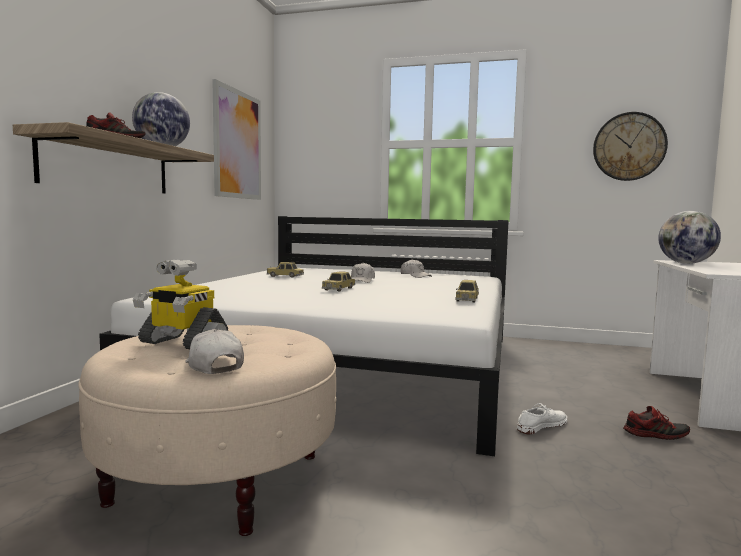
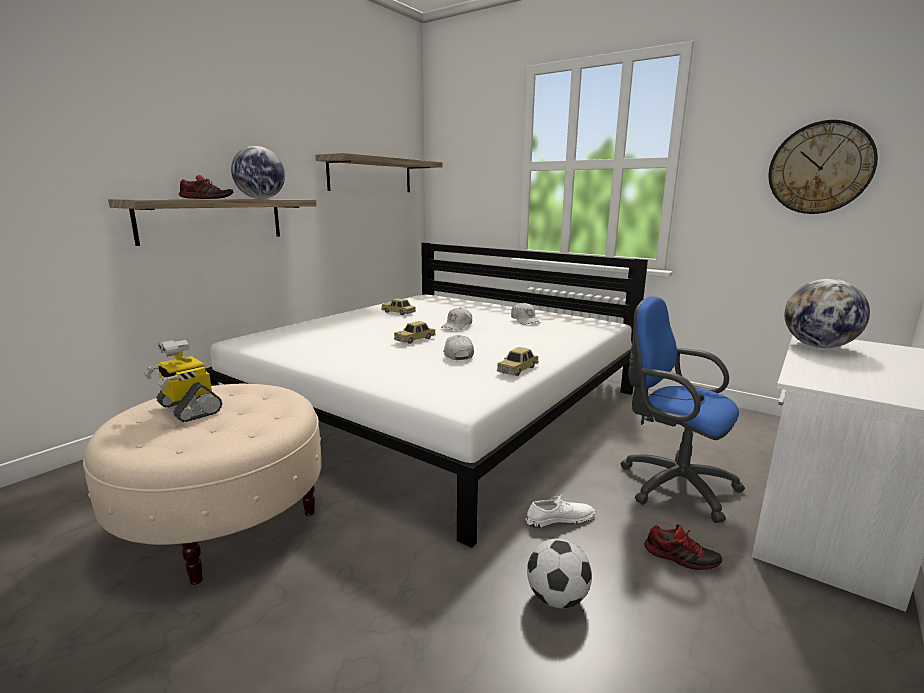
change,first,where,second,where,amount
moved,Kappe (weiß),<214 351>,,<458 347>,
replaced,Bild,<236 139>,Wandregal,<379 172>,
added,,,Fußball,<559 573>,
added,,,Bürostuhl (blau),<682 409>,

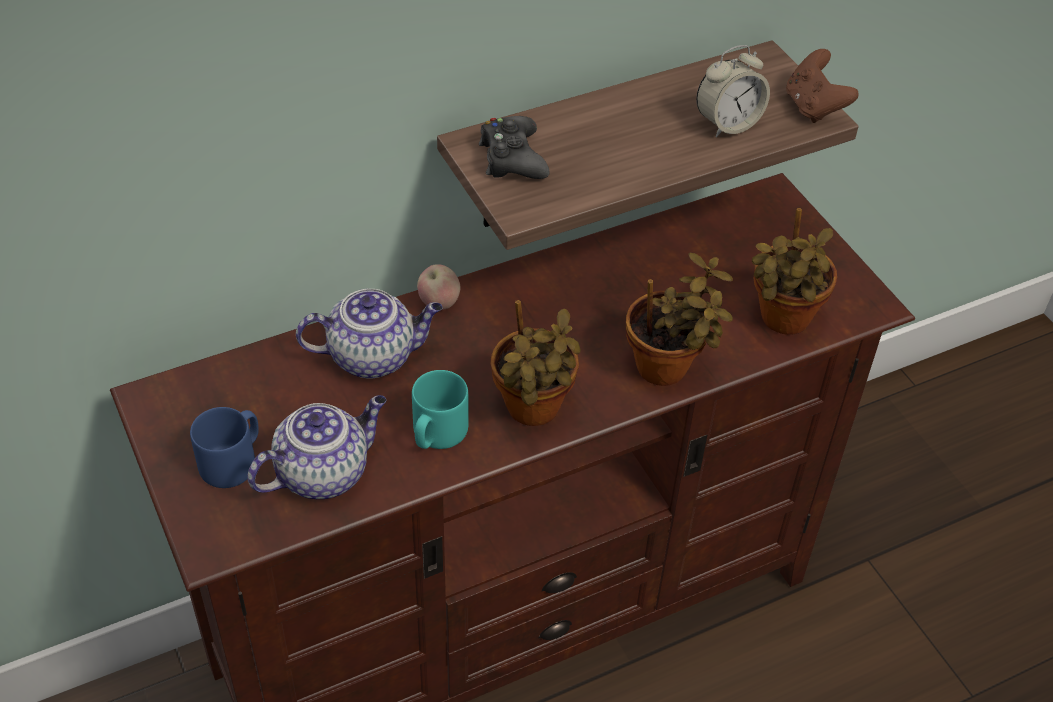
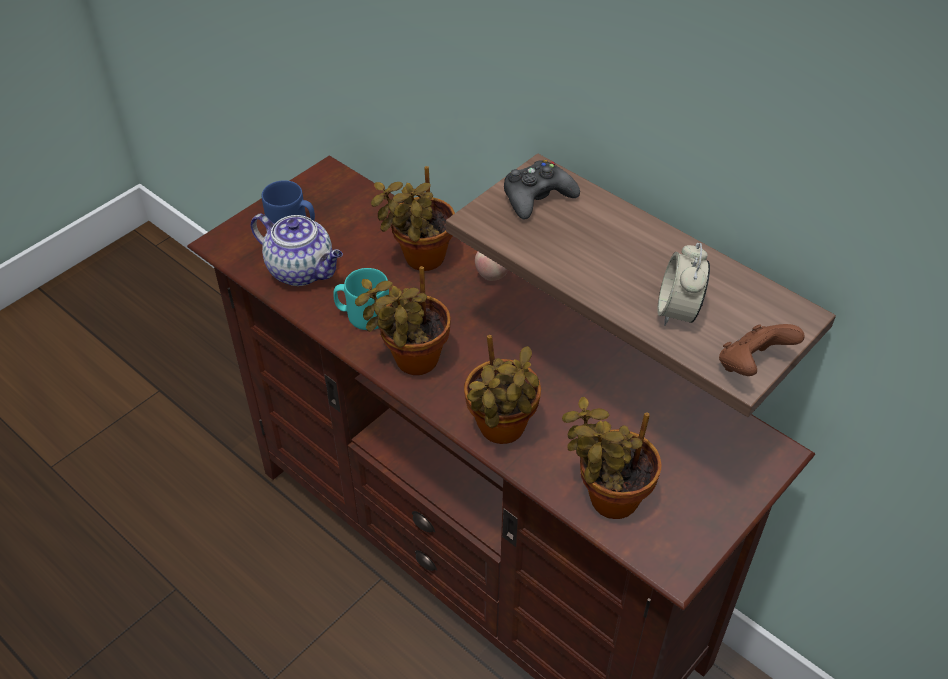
change,first,where,second,where,amount
replaced,Teekanne,<369 333>,Topfpflanze,<413 218>,
turned,Wecker,<733 91>,,<683 284>,60 degrees clockwise

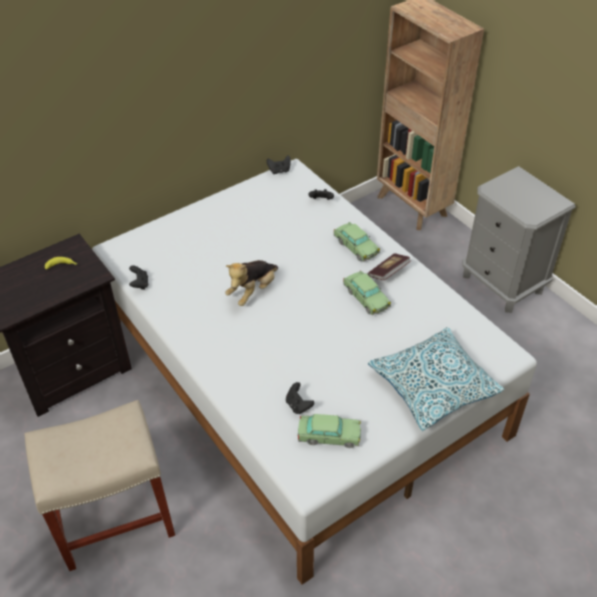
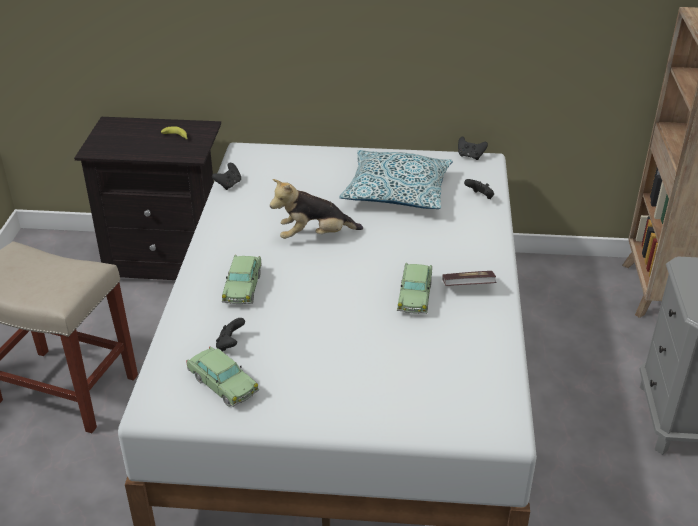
change,first,where,second,where,amount
moved,Spielzeugauto,<357 242>,,<242 279>,
moved,Kissen,<436 379>,,<396 179>,

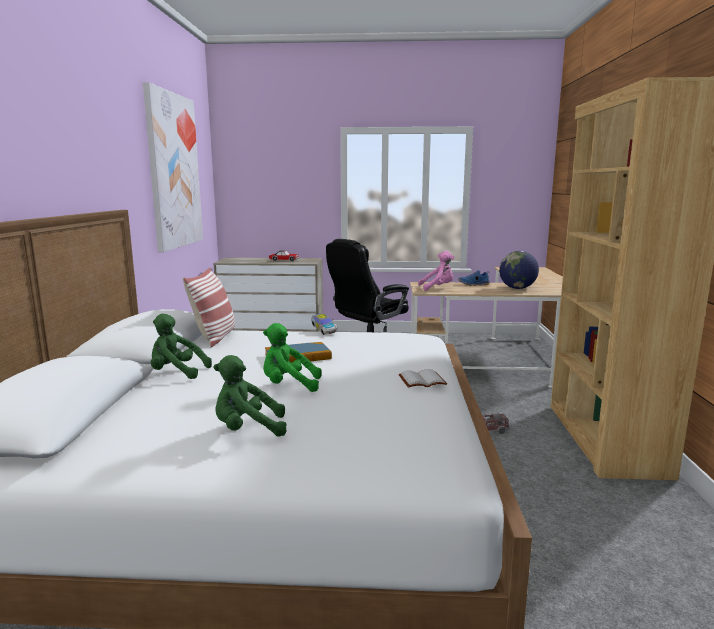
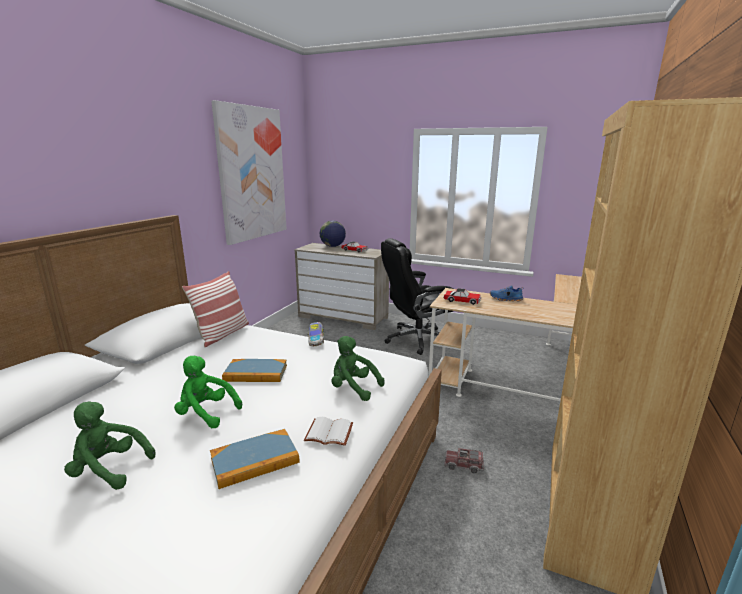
change,first,where,second,where,amount
moved,Plüschtier (grün),<181 346>,,<358 368>,
replaced,Plüschtier (rosa),<436 271>,Spielzeugauto,<462 296>,
moved,Globus,<519 270>,,<333 233>,
added,,,Buch,<254 459>,

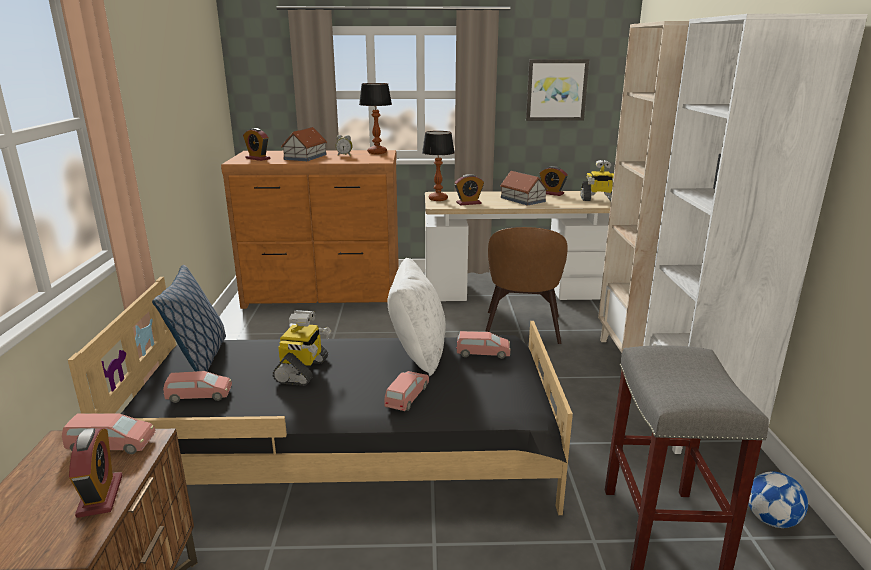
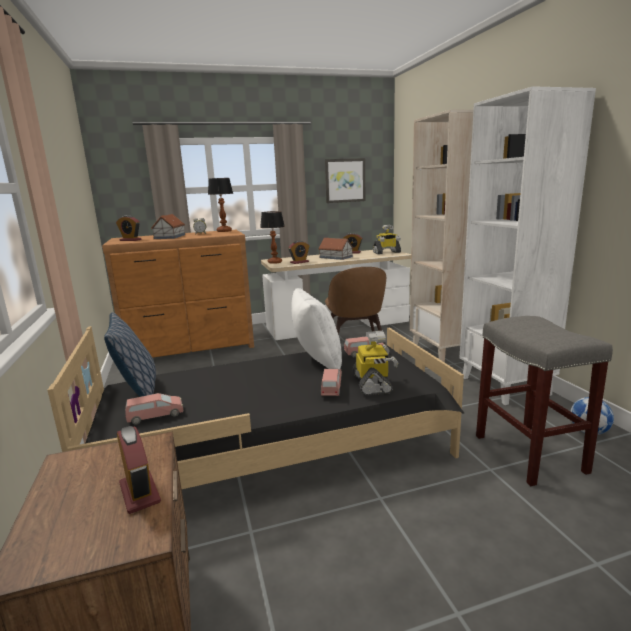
change,first,where,second,where,amount
removed,Spielzeugauto (rosa),<108 433>,,,
moved,Spielzeugroboter,<302 348>,,<375 363>,

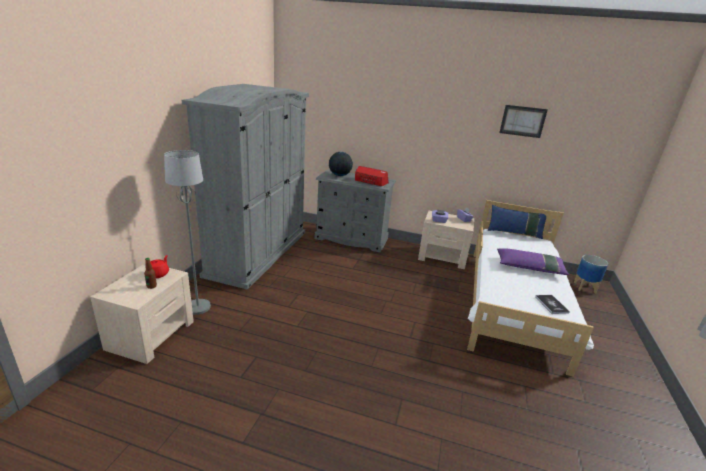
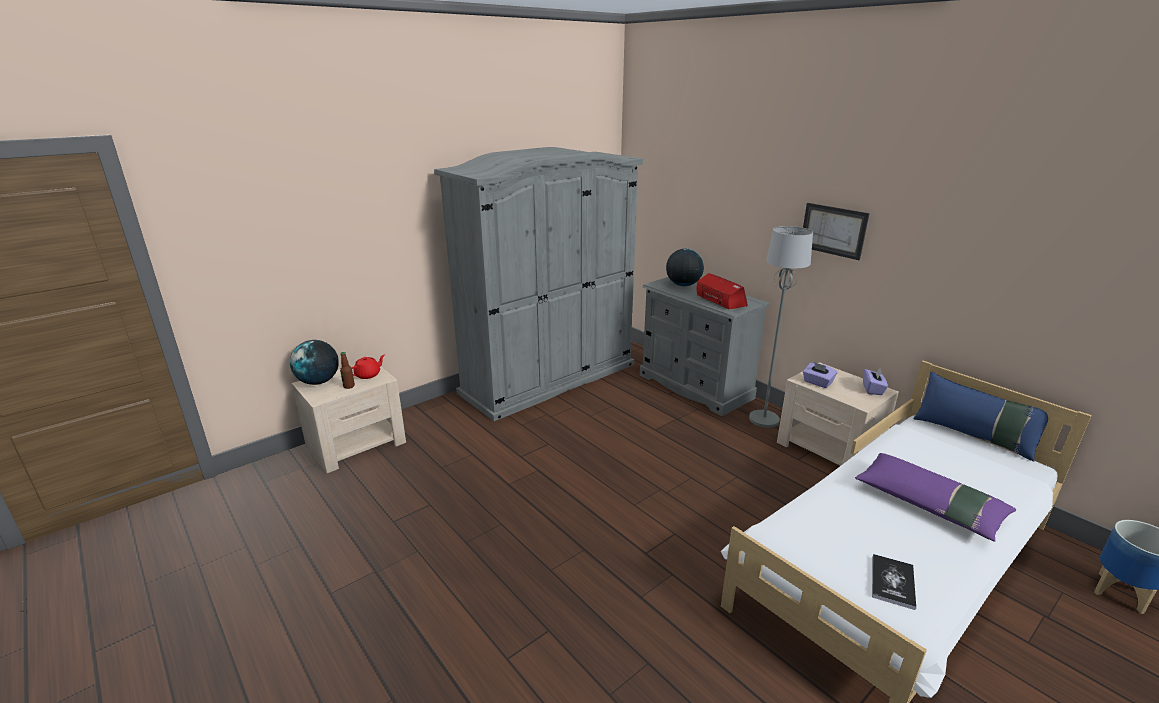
change,first,where,second,where,amount
moved,Stehlampe (grau),<187 232>,,<781 327>,
moved,Bild,<523 121>,,<836 231>,
added,,,Globus,<314 362>,

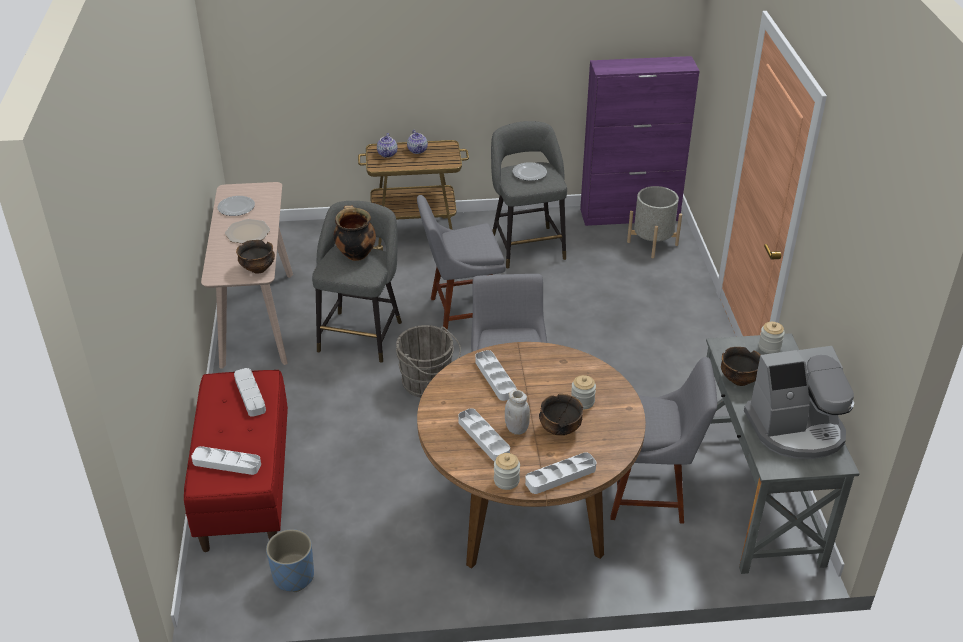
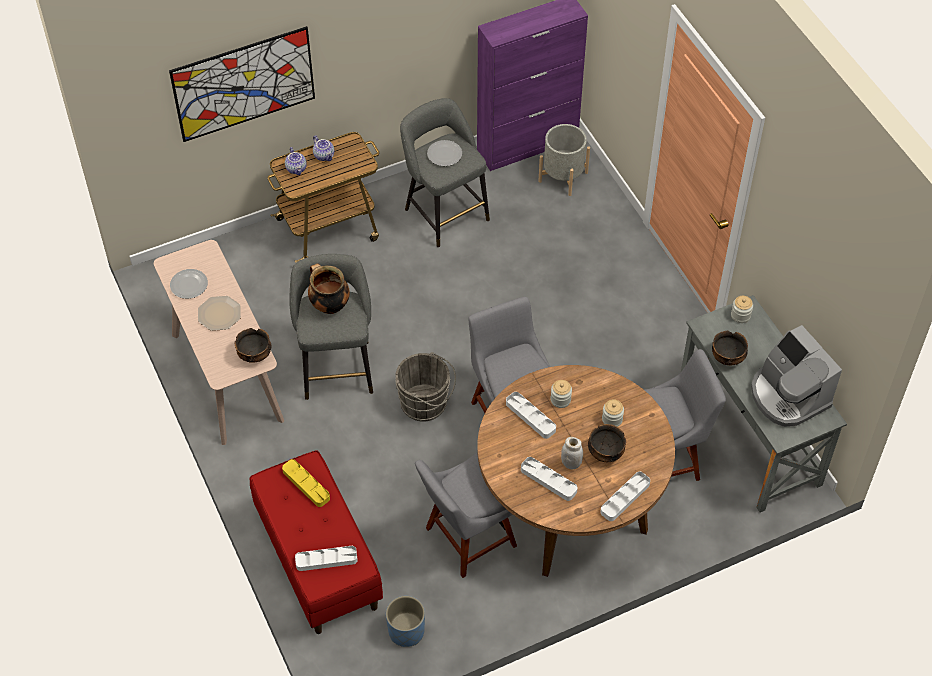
change,first,where,second,where,amount
recoloured,Tablett (grau),<250 392>,Tablett (gelb),<306 483>,
moved,Stuhl (grau),<461 263>,,<466 515>,
moved,Vorratsglas,<507 471>,,<561 394>,
turned,Kaffeemaschine,<799 402>,,<796 376>,90 degrees clockwise
added,,,Bild,<242 84>,

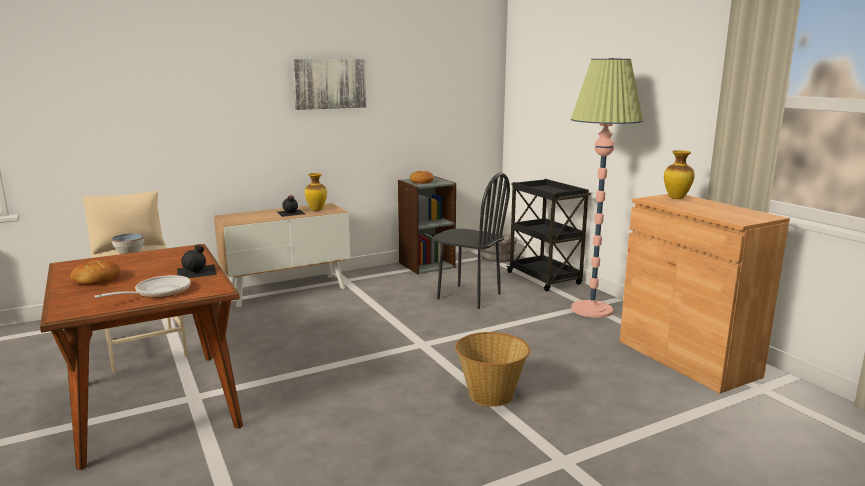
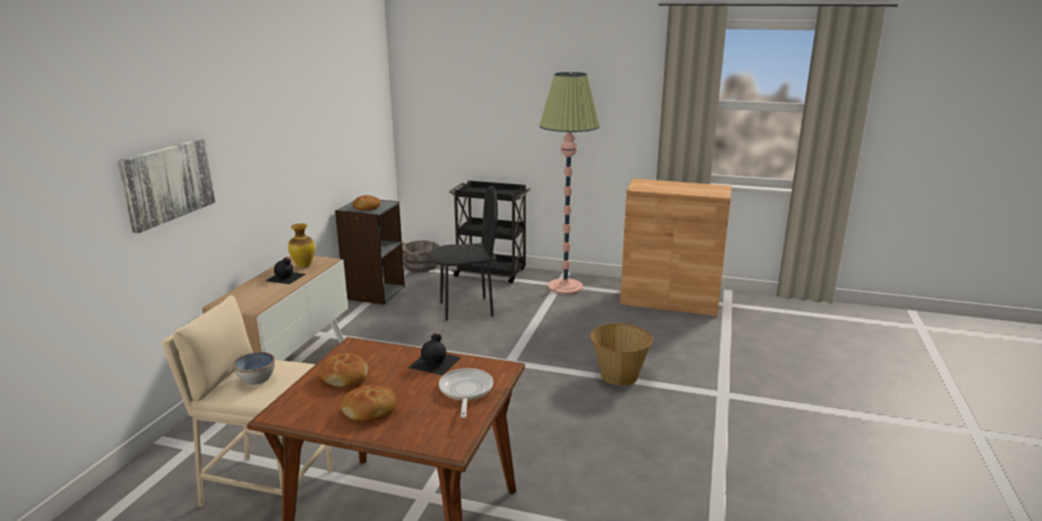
change,first,where,second,where,amount
moved,Bild,<329 84>,,<166 186>,
removed,Vase,<679 174>,,,
added,,,Brot,<343 370>,

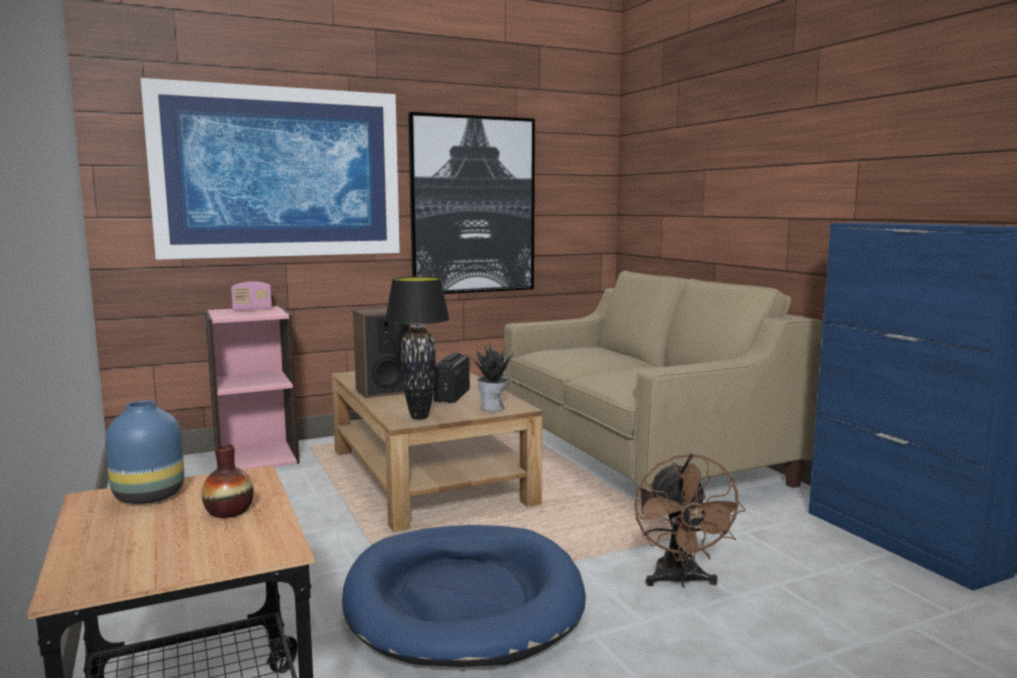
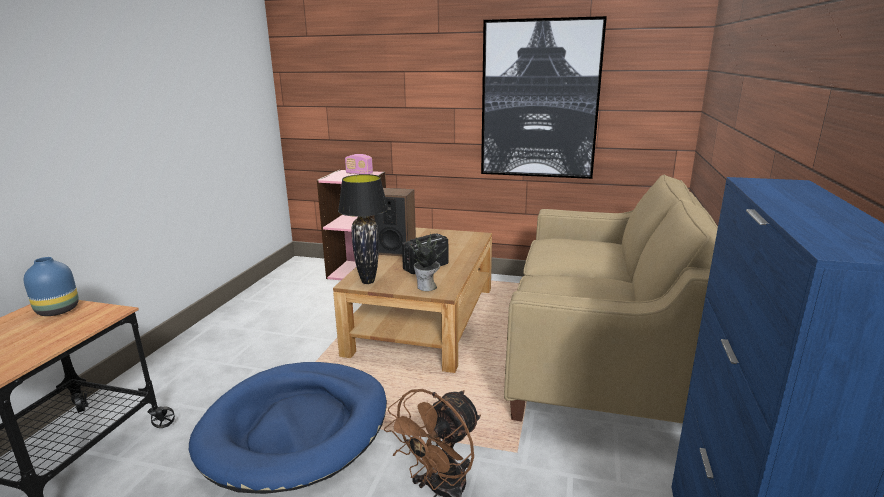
change,first,where,second,where,amount
removed,Bild,<270 169>,,,
removed,Vase,<227 481>,,,

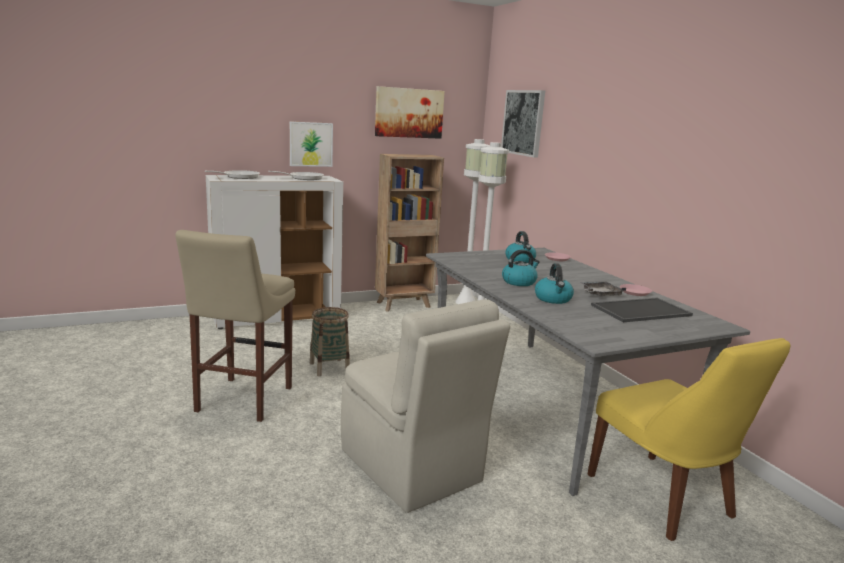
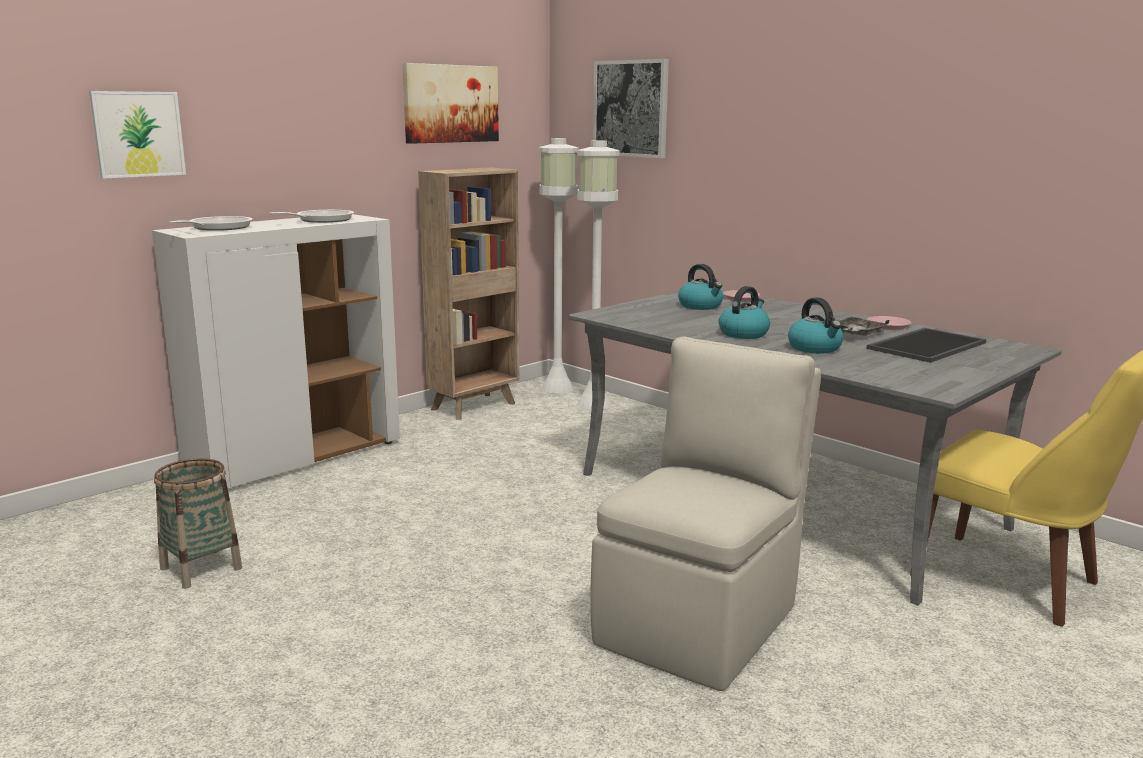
change,first,where,second,where,amount
removed,Hocker (beige),<235 326>,,,
moved,Bild,<311 144>,,<137 135>,
moved,Korb,<330 341>,,<198 523>,
turned,Stuhl (beige),<425 406>,,<705 514>,90 degrees counterclockwise

